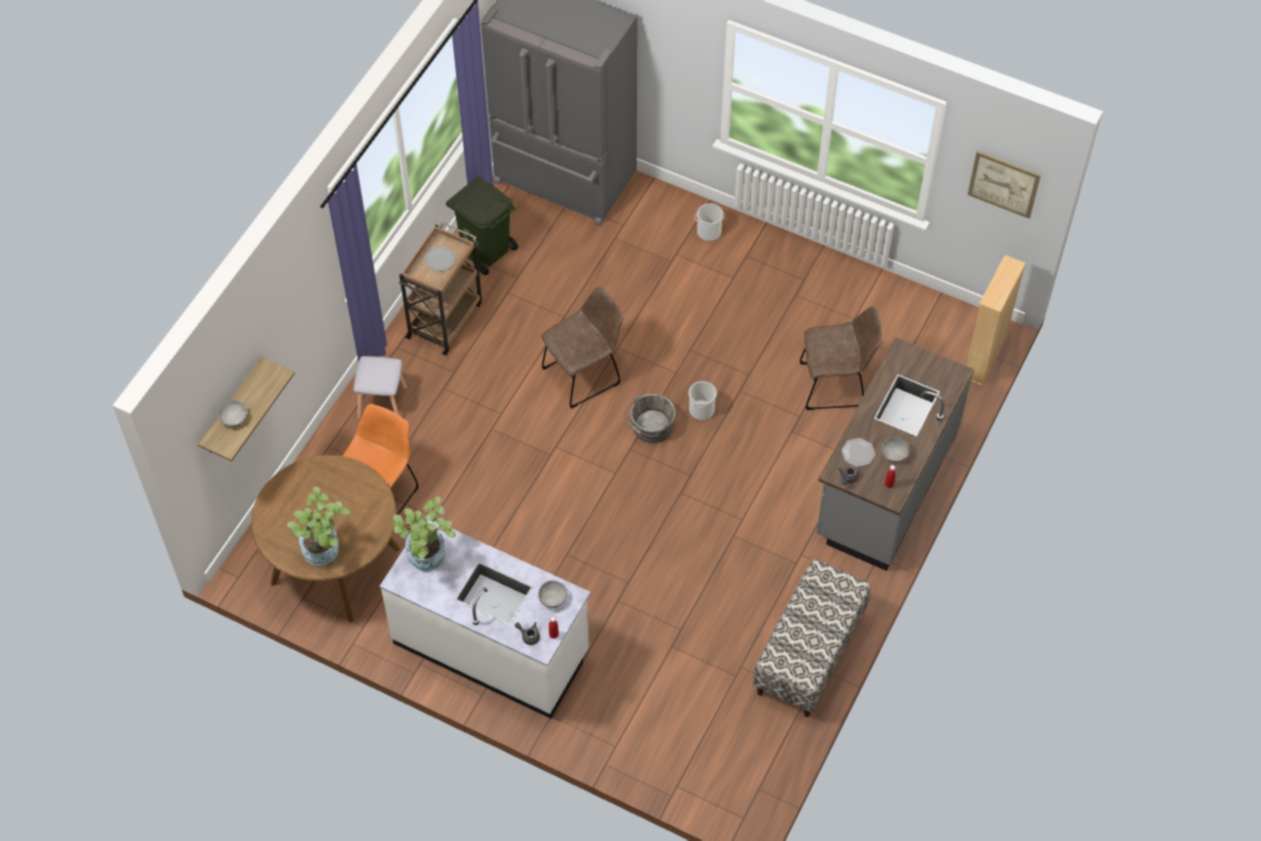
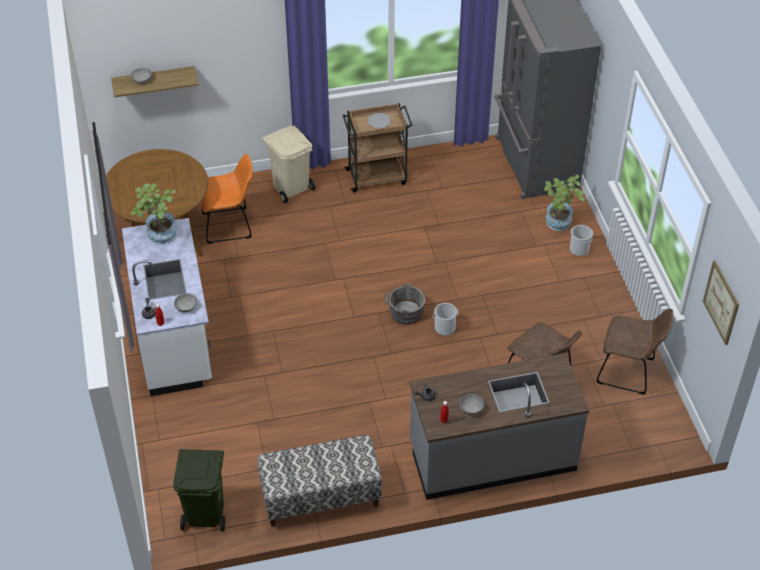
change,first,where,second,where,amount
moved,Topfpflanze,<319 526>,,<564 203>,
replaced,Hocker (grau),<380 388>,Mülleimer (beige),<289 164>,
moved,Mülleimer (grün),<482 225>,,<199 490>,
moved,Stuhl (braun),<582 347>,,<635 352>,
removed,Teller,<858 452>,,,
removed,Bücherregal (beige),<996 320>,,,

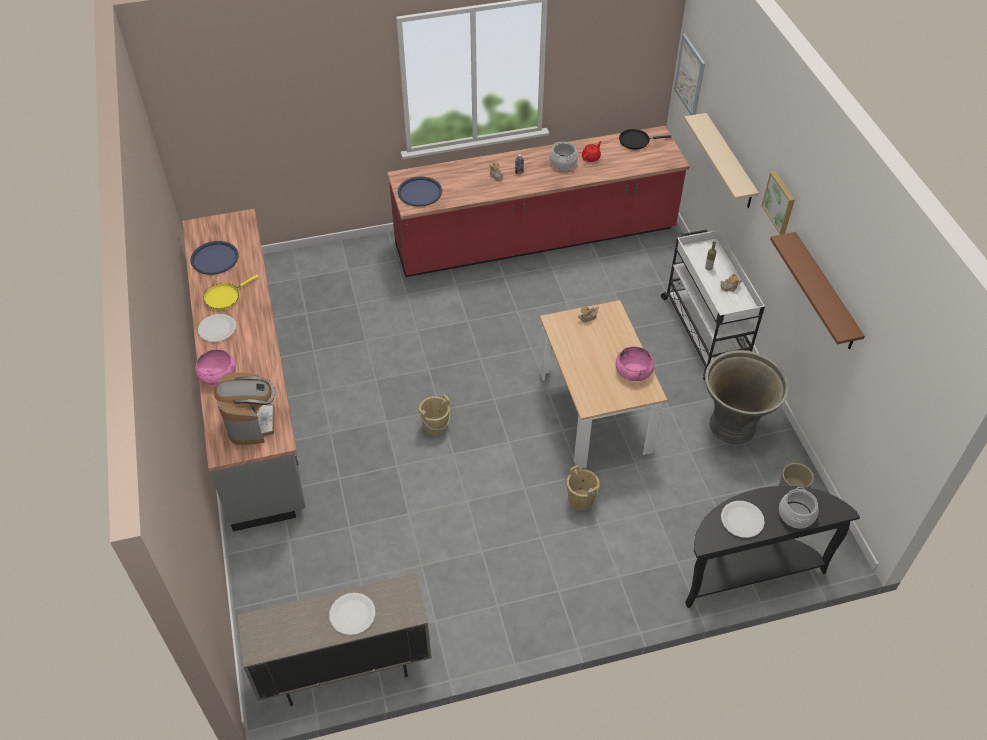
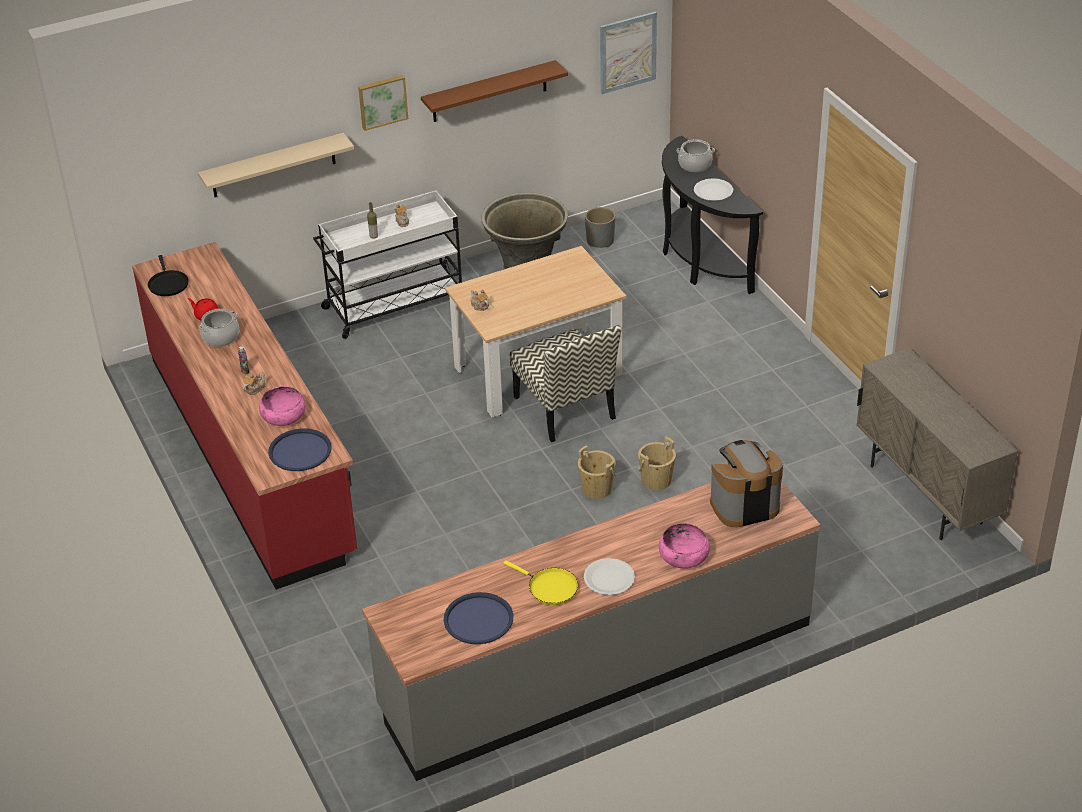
change,first,where,second,where,amount
removed,Teller (weiß),<352 614>,,,
moved,Eimer (beige),<583 487>,,<657 463>,
moved,Schüssel (rosa),<635 363>,,<282 406>,
moved,Bild,<689 74>,,<628 53>,
added,,,Stuhl,<566 383>,

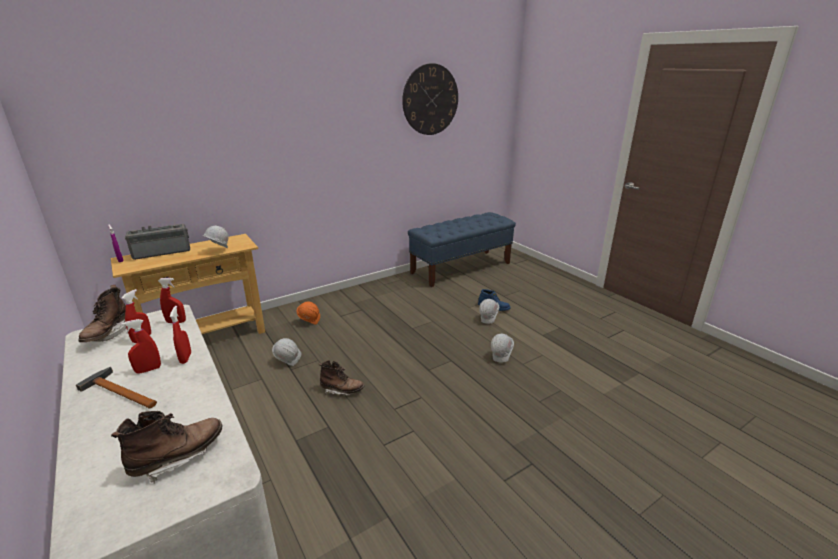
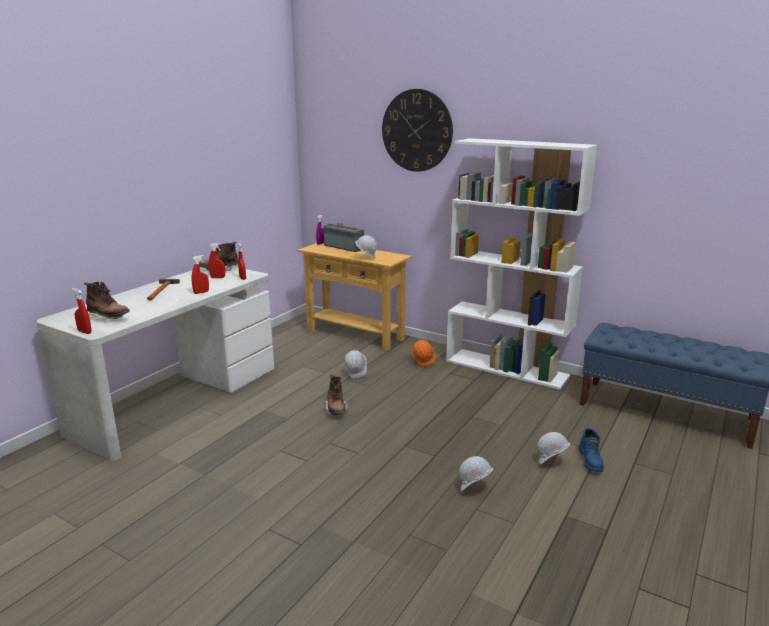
change,first,where,second,where,amount
moved,Sprühflasche (rot),<141 346>,,<81 311>,
moved,Wanduhr,<430 99>,,<417 130>,
added,,,Bücherregal (weiß),<521 264>,

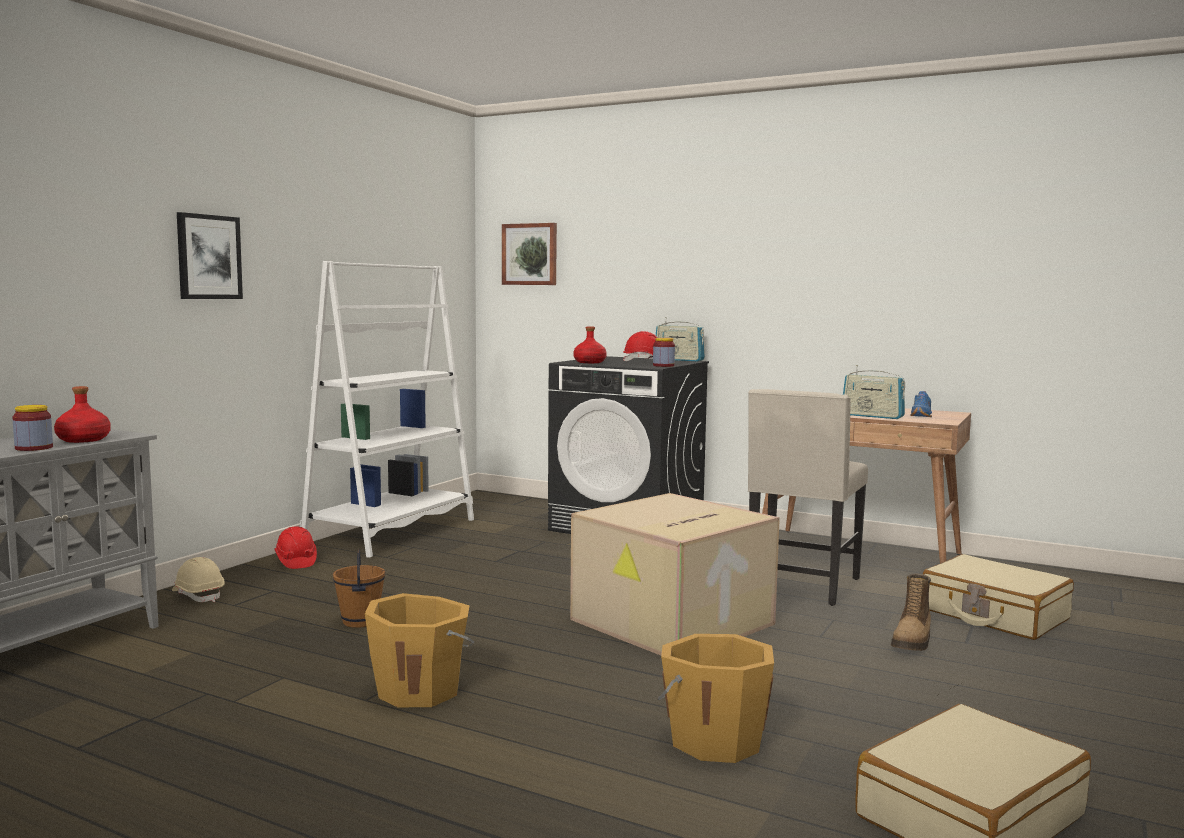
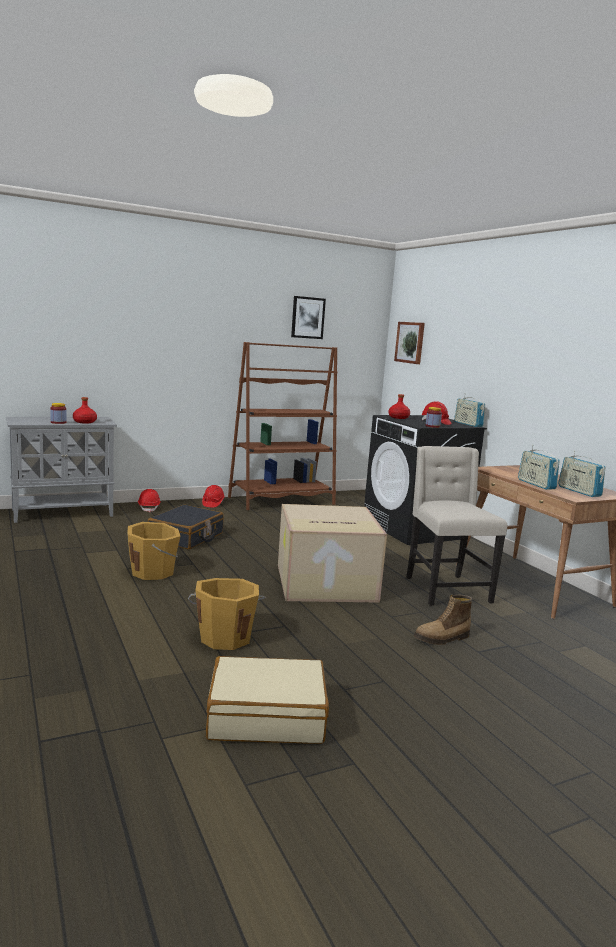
change,first,where,second,where,amount
recoloured,Schutzhelm (beige),<198 579>,Schutzhelm (rot),<149 500>,
moved,Bild,<210 255>,,<308 317>,
recoloured,Bücherregal (weiß),<387 409>,Bücherregal (braun),<283 426>,
replaced,Eimer (braun),<359 588>,Koffer (schwarz),<186 526>,
turned,Stuhl (beige),<808 497>,,<457 526>,105 degrees clockwise
replaced,Schuh (blau),<921 404>,Radio,<581 474>,
removed,Koffer (beige),<998 597>,,,

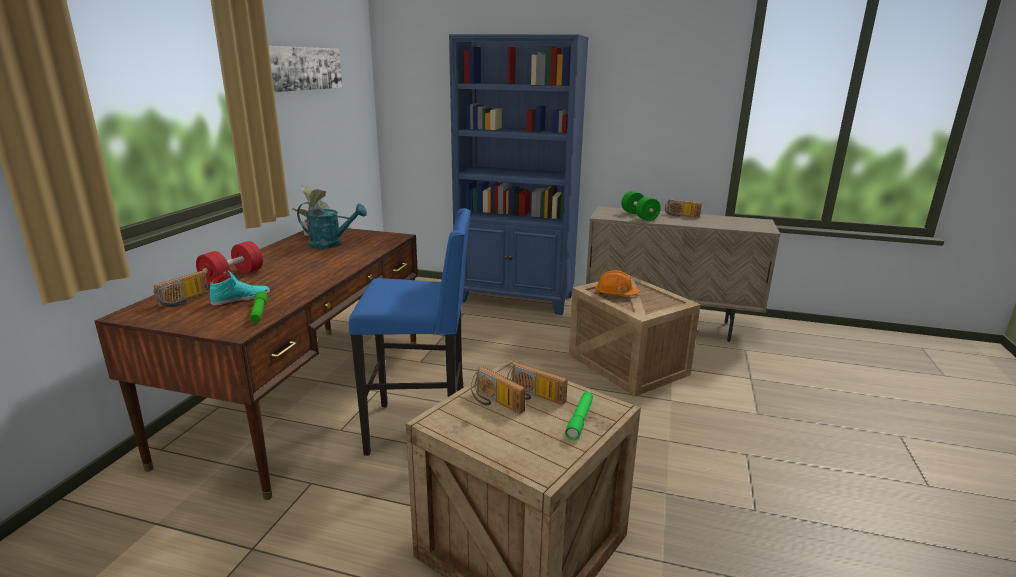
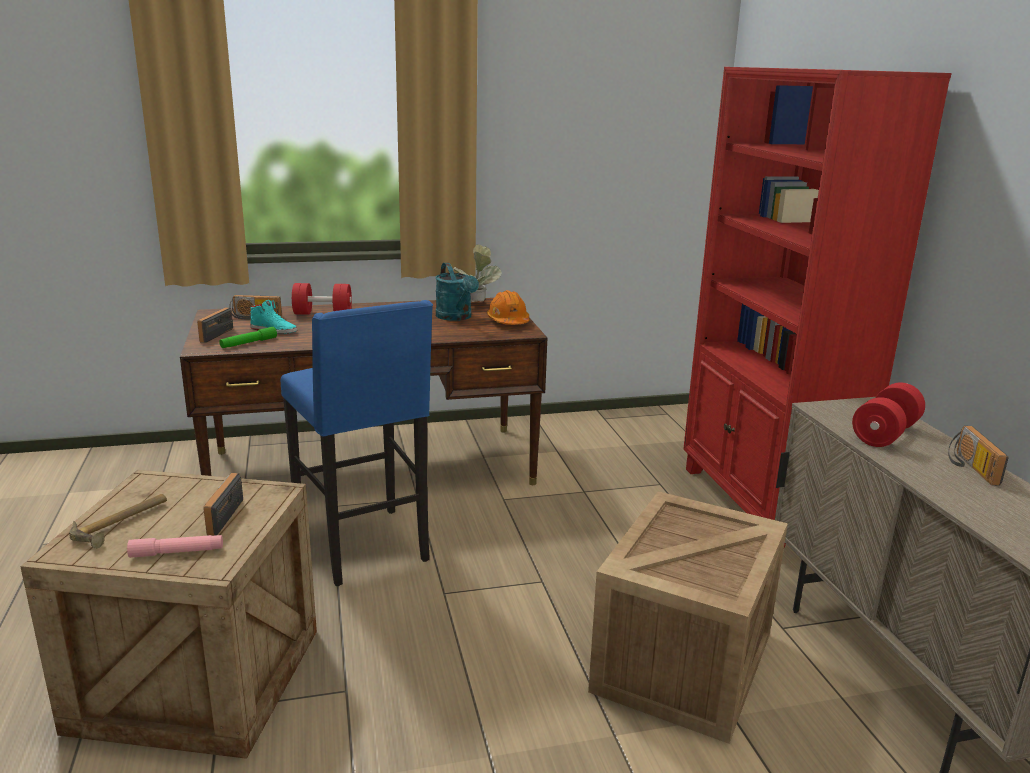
change,first,where,second,where,amount
removed,Bild,<305 69>,,,
recoloured,Bücherregal (blau),<519 174>,Bücherregal (rot),<817 307>,
moved,Radio,<498 390>,,<215 325>,
recoloured,Taschenlampe (grün),<579 416>,Taschenlampe (rosa),<175 546>,
moved,Schutzhelm (orange),<617 283>,,<508 307>,
recoloured,Hantel (grün),<641 206>,Hantel (rot),<888 414>,
added,,,Hammer,<118 521>,

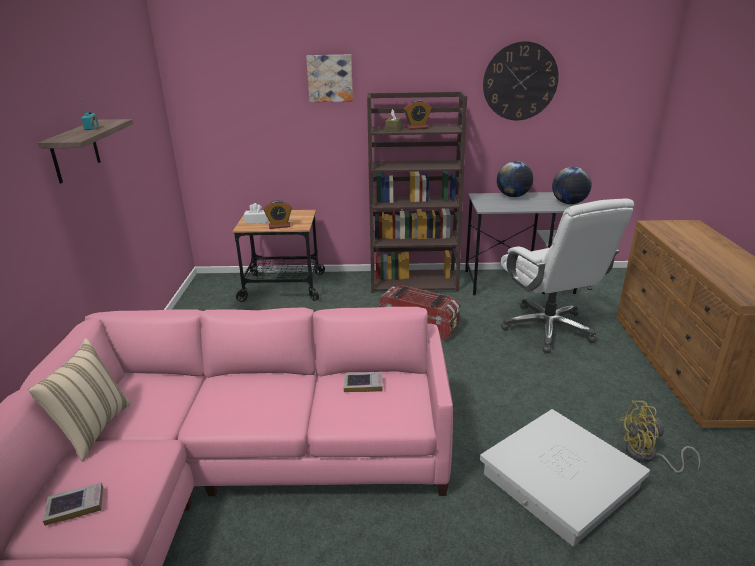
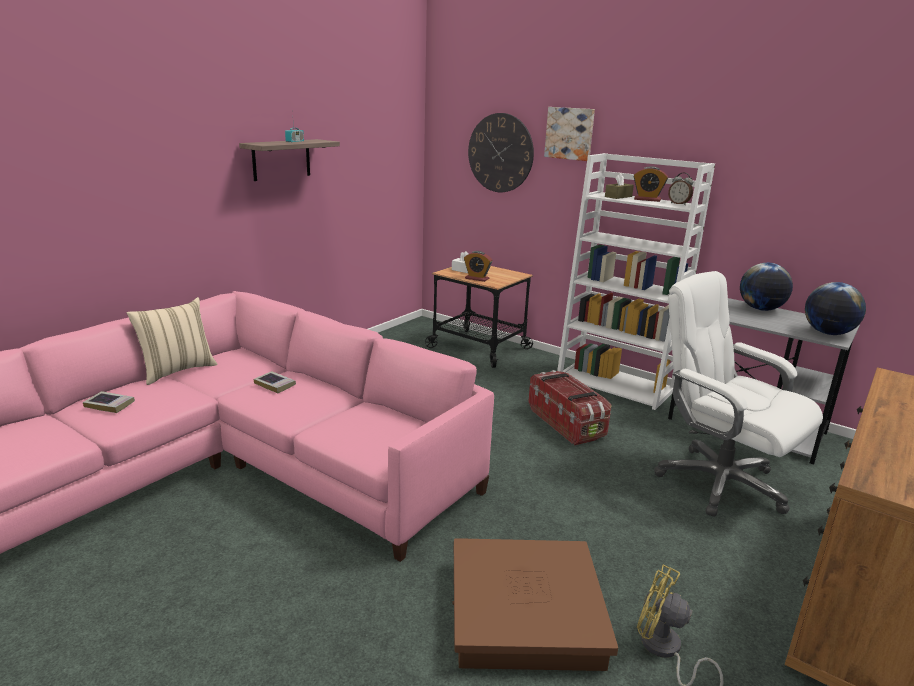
change,first,where,second,where,amount
moved,Buch,<363 382>,,<274 382>,
recoloured,Bücherregal (braun),<417 192>,Bücherregal (weiß),<636 281>,
recoloured,Aufbewahrungsbox (weiß),<565 478>,Aufbewahrungsbox (braun),<535 604>,
moved,Wanduhr,<521 80>,,<501 152>,
turned,Bürostuhl (weiß),<567 275>,,<738 394>,120 degrees clockwise
added,,,Wecker,<680 189>,

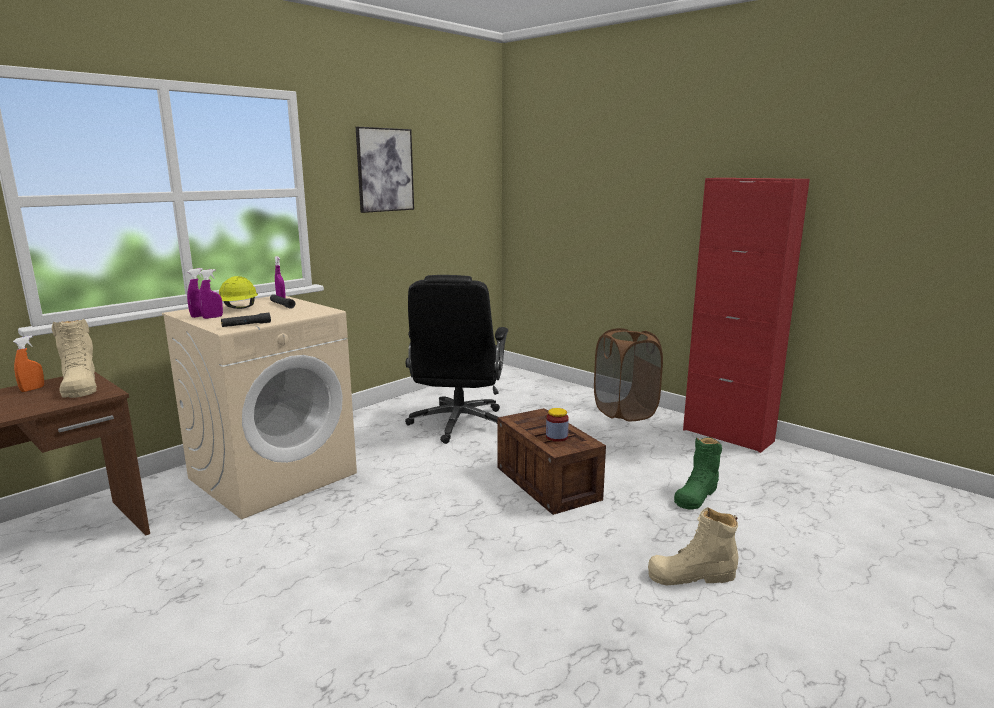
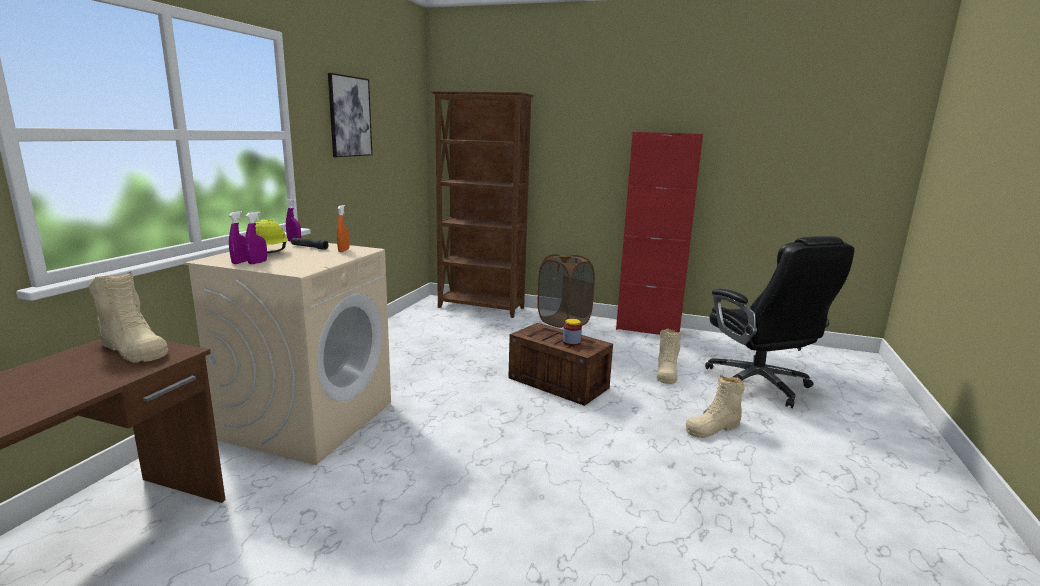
change,first,where,second,where,amount
moved,Sprühflasche (orange),<28 364>,,<343 228>,
removed,Taschenlampe (schwarz),<246 320>,,,
moved,Bürostuhl (schwarz),<456 359>,,<779 322>,
recoloured,Stiefel (grün),<698 473>,Stiefel (beige),<668 356>,
added,,,Bücherregal (braun),<482 204>,

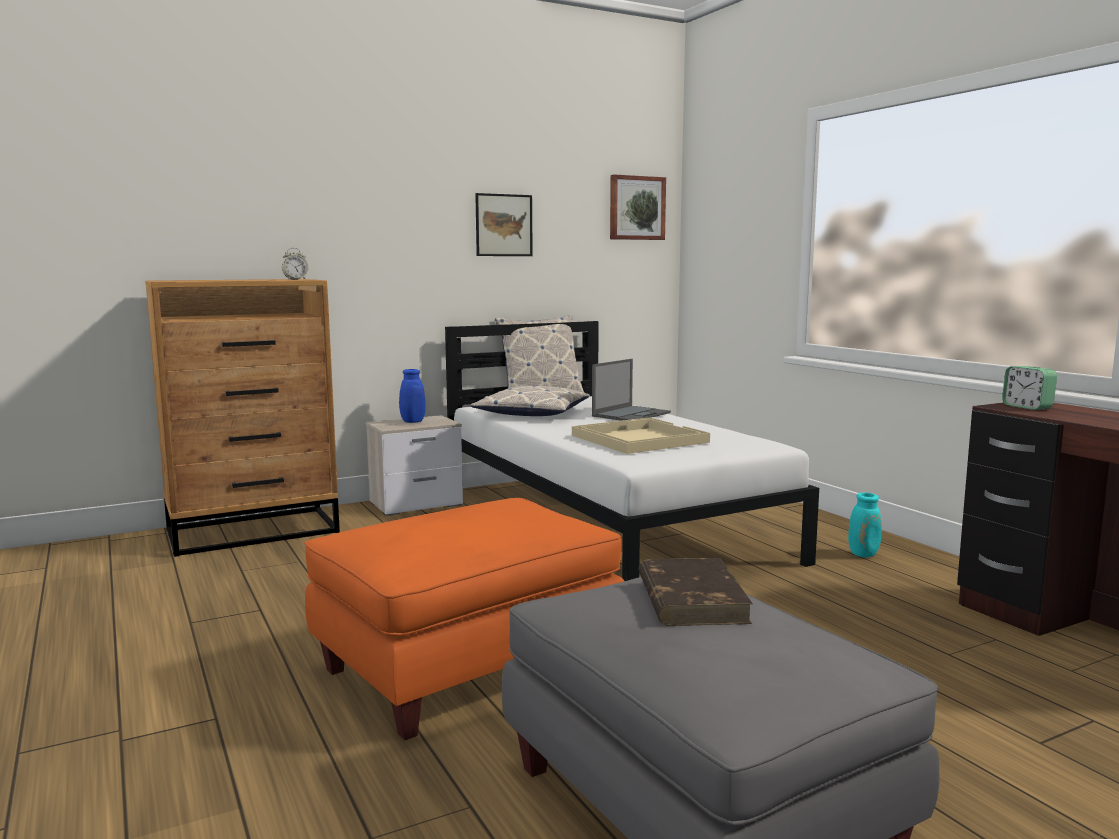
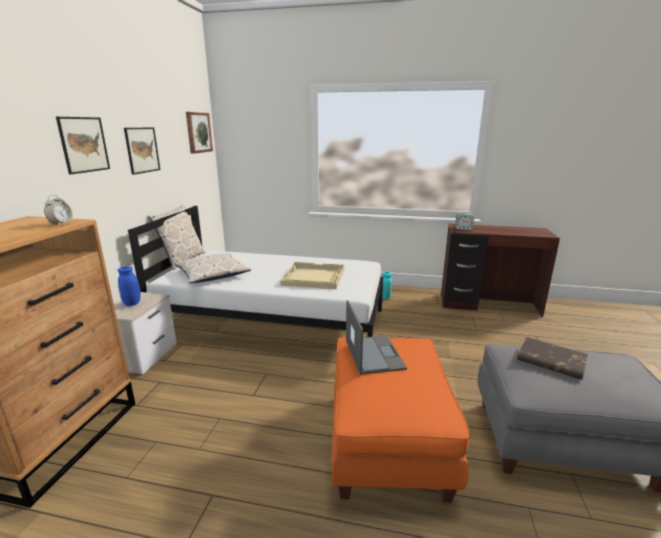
change,first,where,second,where,amount
moved,Laptop,<631 390>,,<376 337>,
added,,,Bild,<83 145>,

